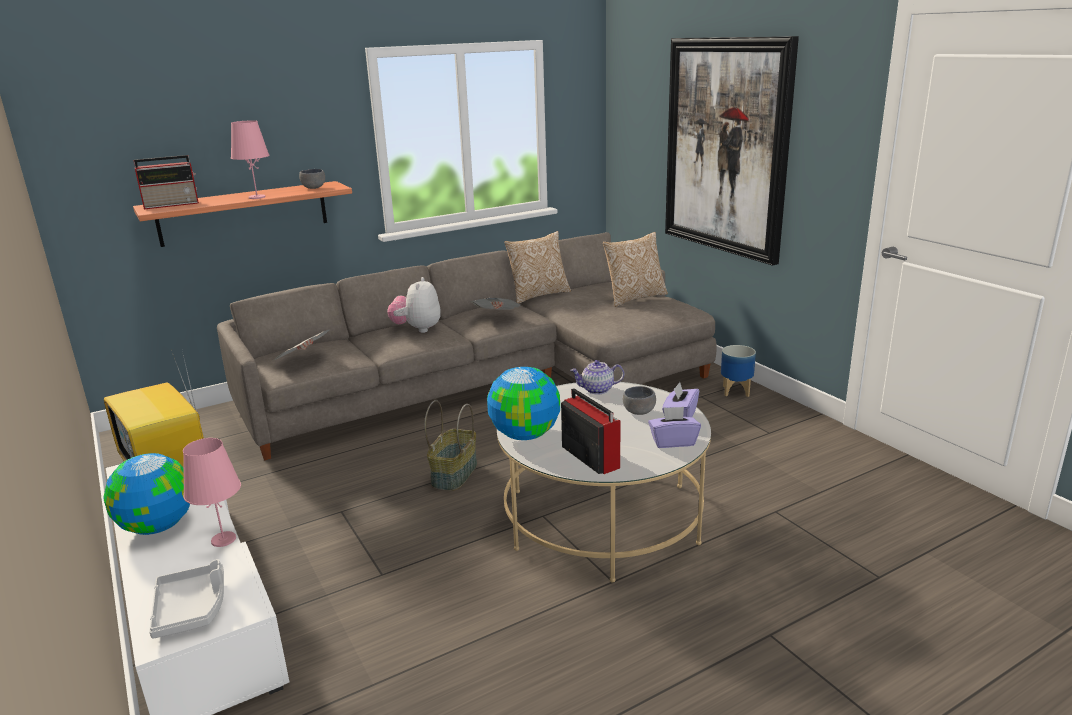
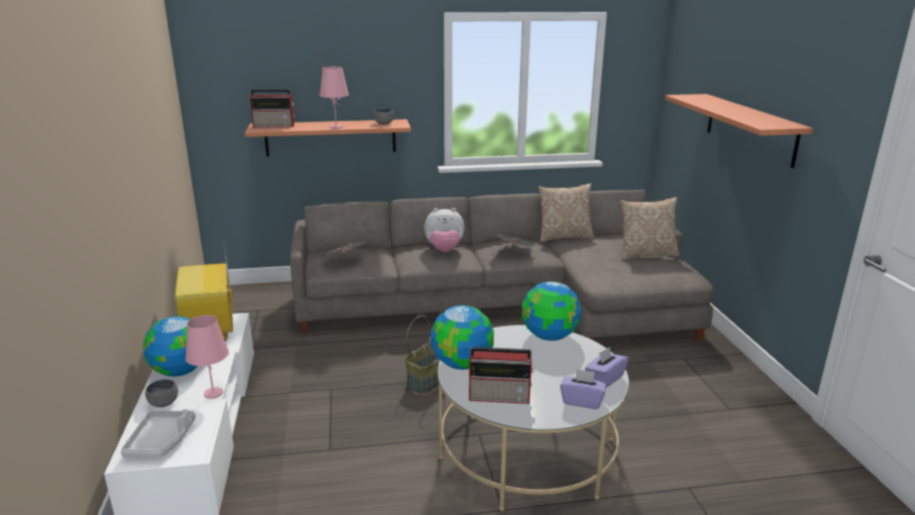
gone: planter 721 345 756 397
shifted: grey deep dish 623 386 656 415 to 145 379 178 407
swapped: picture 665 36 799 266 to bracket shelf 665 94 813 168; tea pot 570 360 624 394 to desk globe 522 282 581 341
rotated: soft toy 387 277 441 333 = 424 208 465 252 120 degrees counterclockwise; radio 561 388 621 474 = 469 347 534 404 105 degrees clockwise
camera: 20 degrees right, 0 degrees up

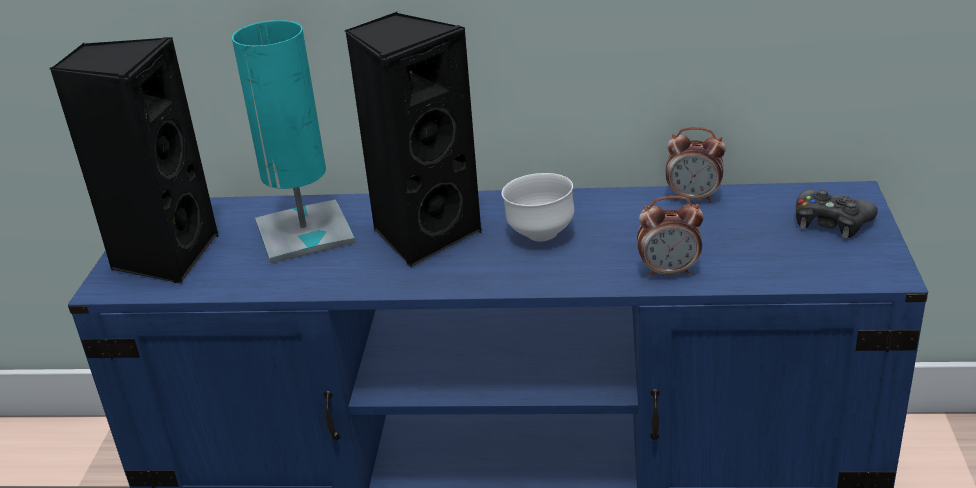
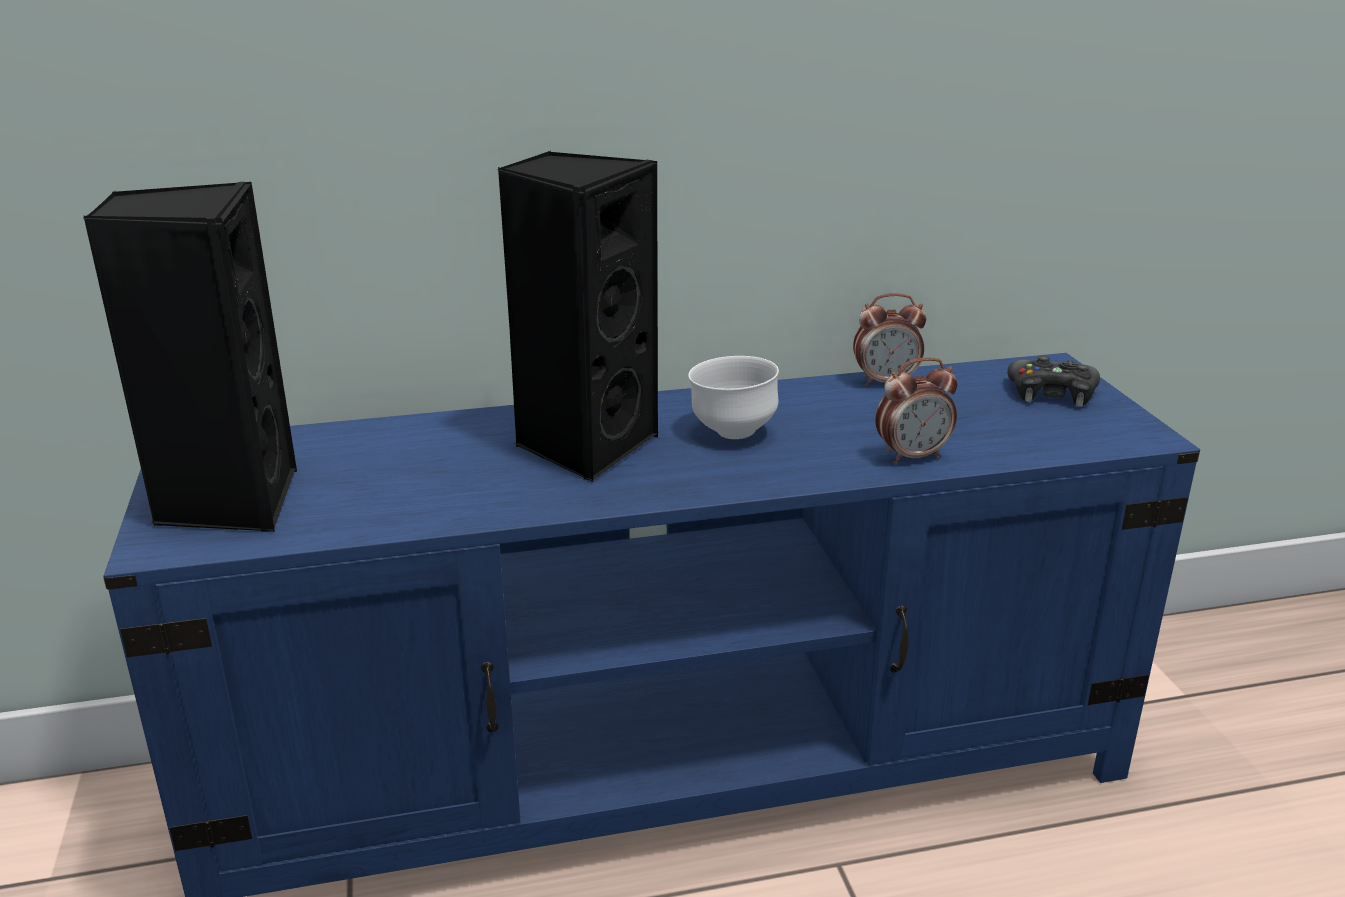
gone: turquoise lamp for a table 232 20 355 264
camera: 20 degrees left, 5 degrees down

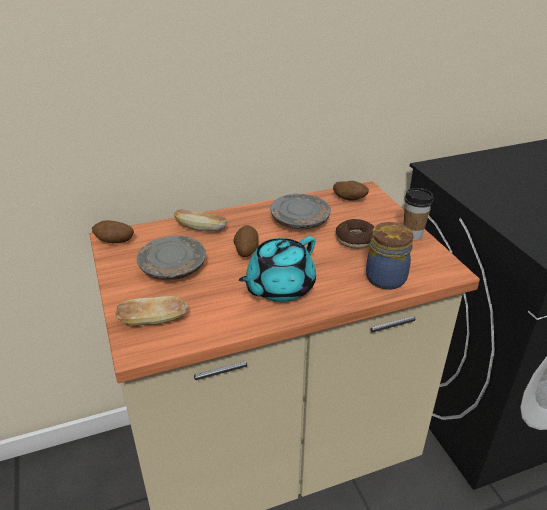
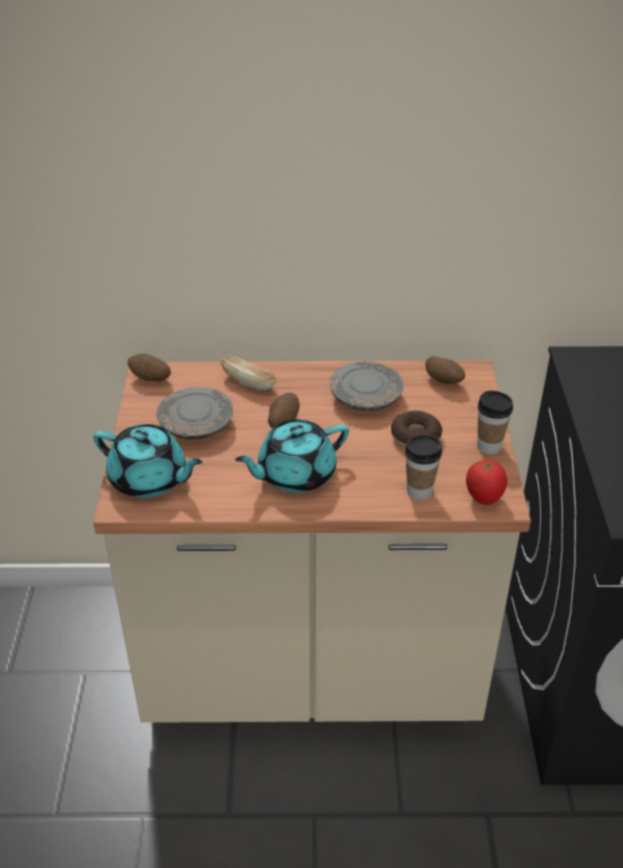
new: tomato 466 460 507 505
swapped: preserve jar 366 222 413 290 to small cup 405 435 442 500; bread 115 296 187 326 to turquoise tea pot 93 424 203 498
camera: 20 degrees right, 5 degrees up

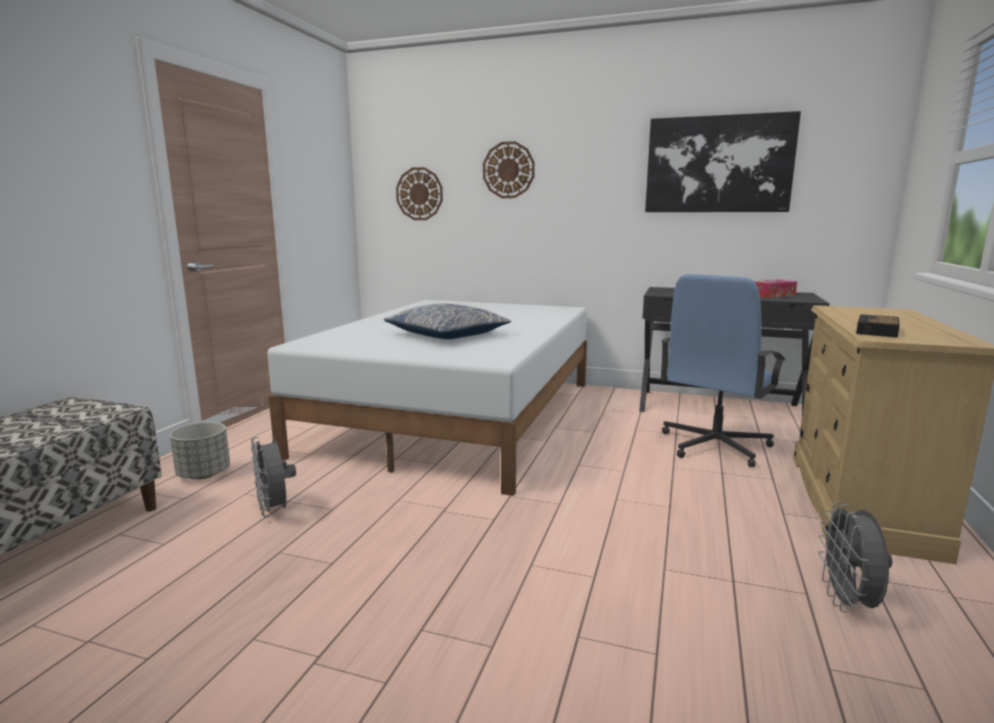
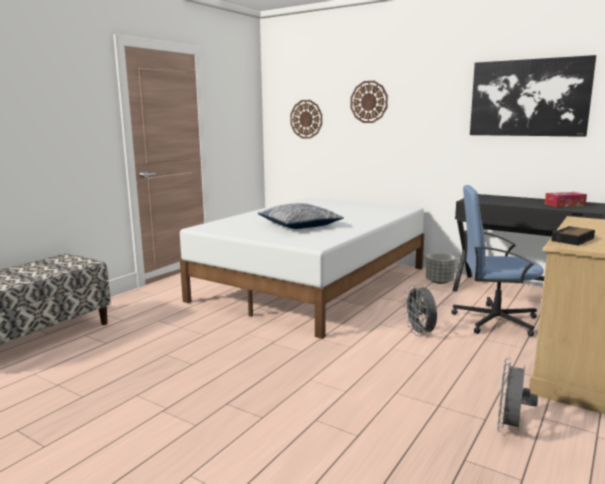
shifted: grey planter 170 422 230 479 to 426 253 455 284; grey cooling fan 251 437 296 518 to 403 285 437 336
rotated: bluish desk chair 660 274 785 467 = 451 185 544 337 45 degrees clockwise
camera: 15 degrees right, 0 degrees up

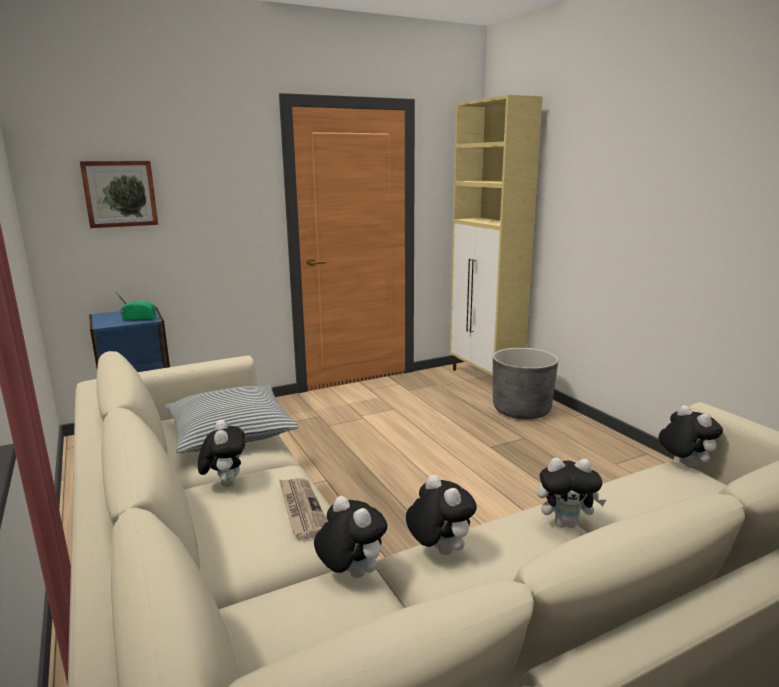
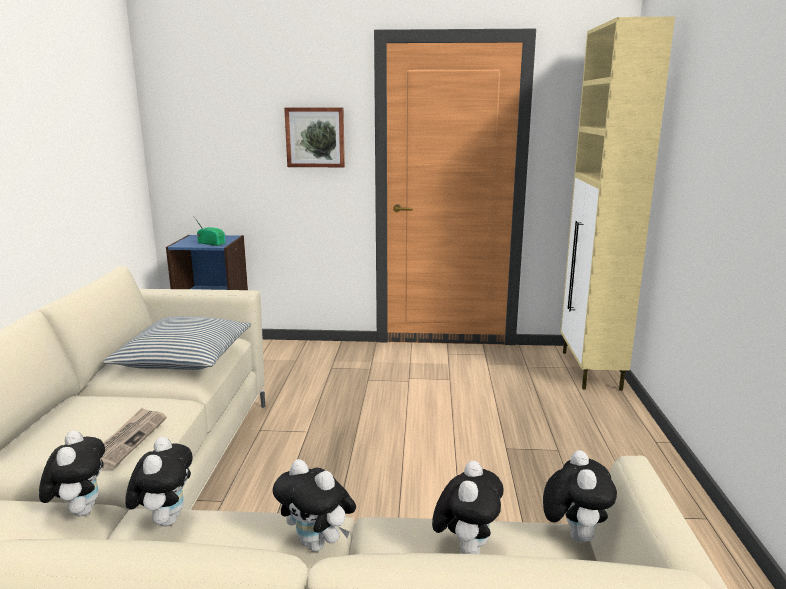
gone: grey planter 493 348 558 419
shifted: picture 80 161 158 228 to 284 107 345 167; soft toy 198 420 245 487 to 432 461 504 554
camera: 30 degrees right, 0 degrees up

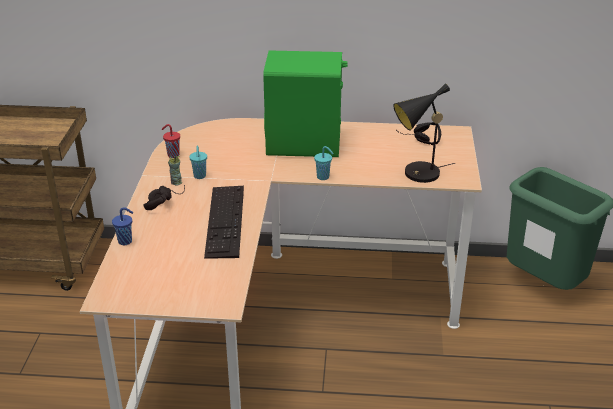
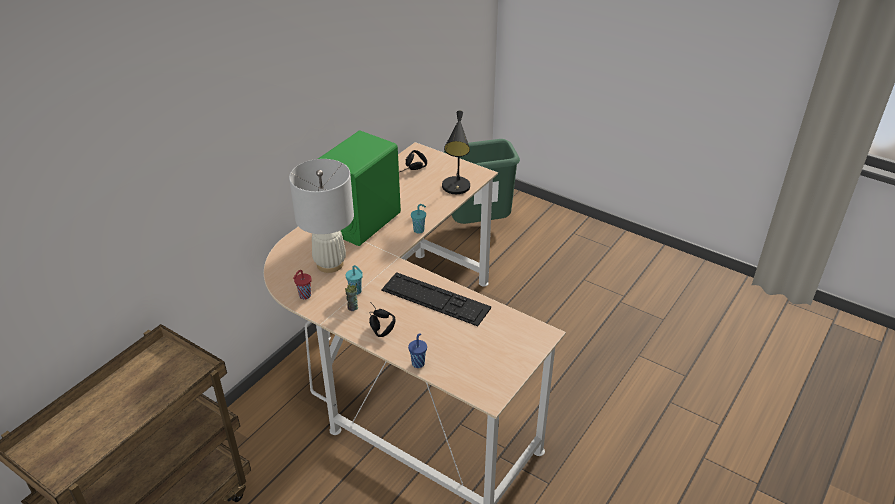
new: white-coloured lamp for a table 289 159 354 273
camera: 60 degrees left, 5 degrees up

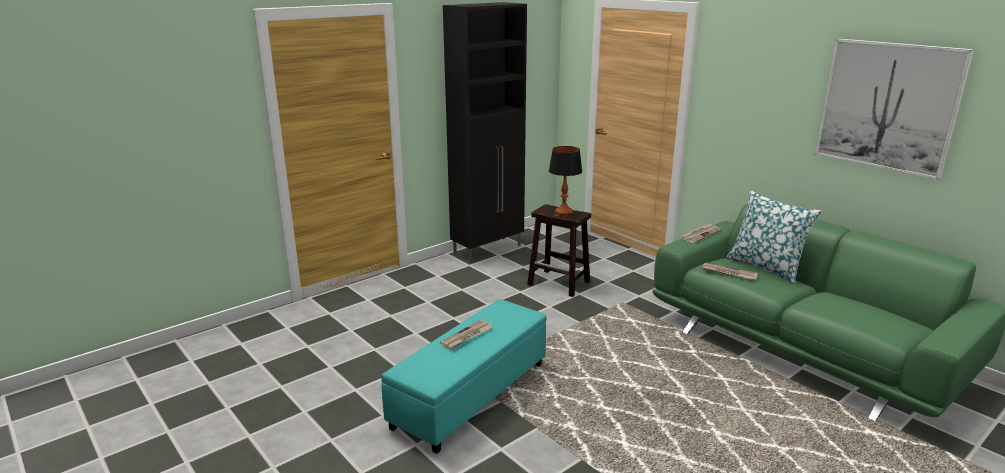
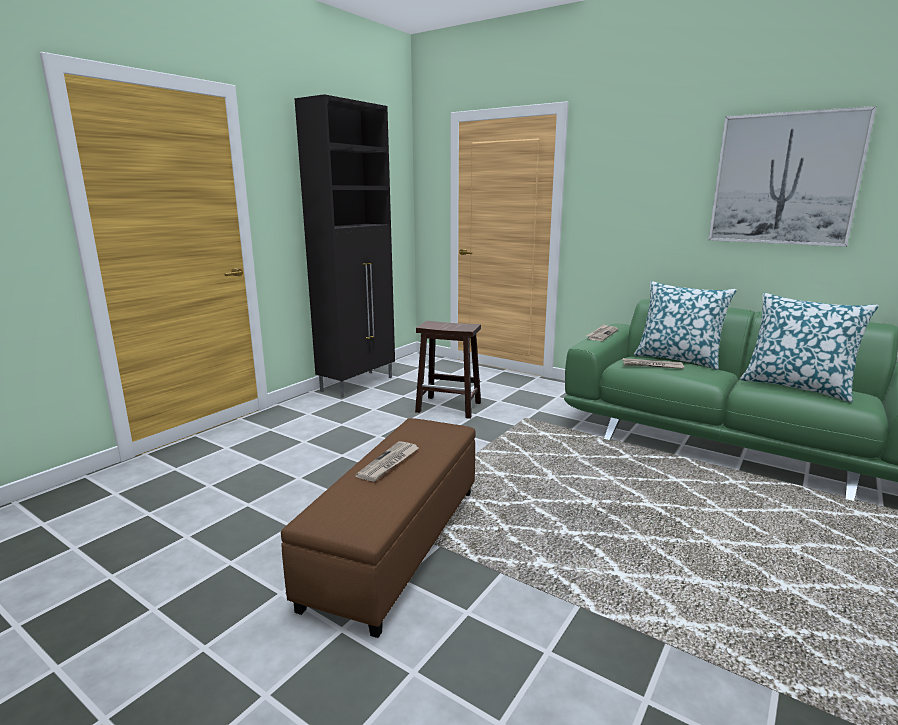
gone: lamp for a table 549 146 582 215
new: throw pillow 740 293 879 403
repainted: turquoise pouffe 381 299 546 454 to brown-coloured pouffe 281 418 475 638
camera: 15 degrees left, 5 degrees down

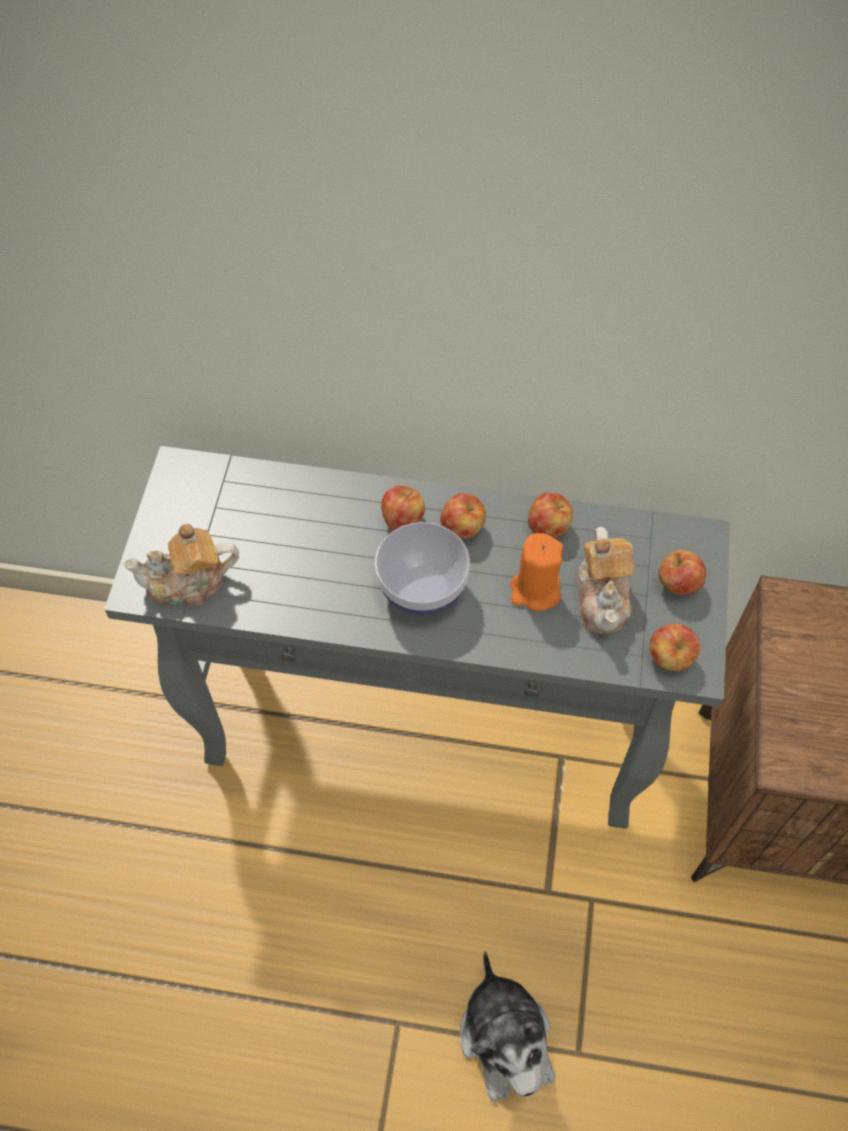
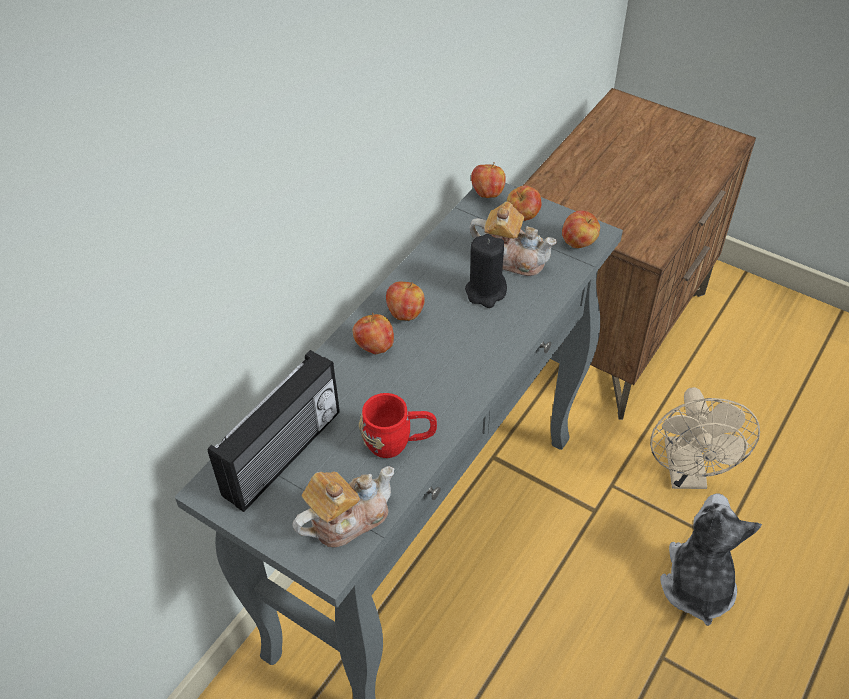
gone: deep dish 375 522 470 615
new: radio 208 350 340 512; beige-coloured cooling fan 650 387 760 489; reddish mug 359 393 437 458
shifted: whole apple 528 492 573 538 to 471 162 506 198
repainted: orange wax candle 510 533 563 611 to black wax candle 465 234 507 308
rotated: tea pot 122 524 239 606 = 293 466 395 547 135 degrees counterclockwise; soft toy 460 951 555 1102 = 660 493 762 626 90 degrees counterclockwise
camera: 65 degrees left, 10 degrees down

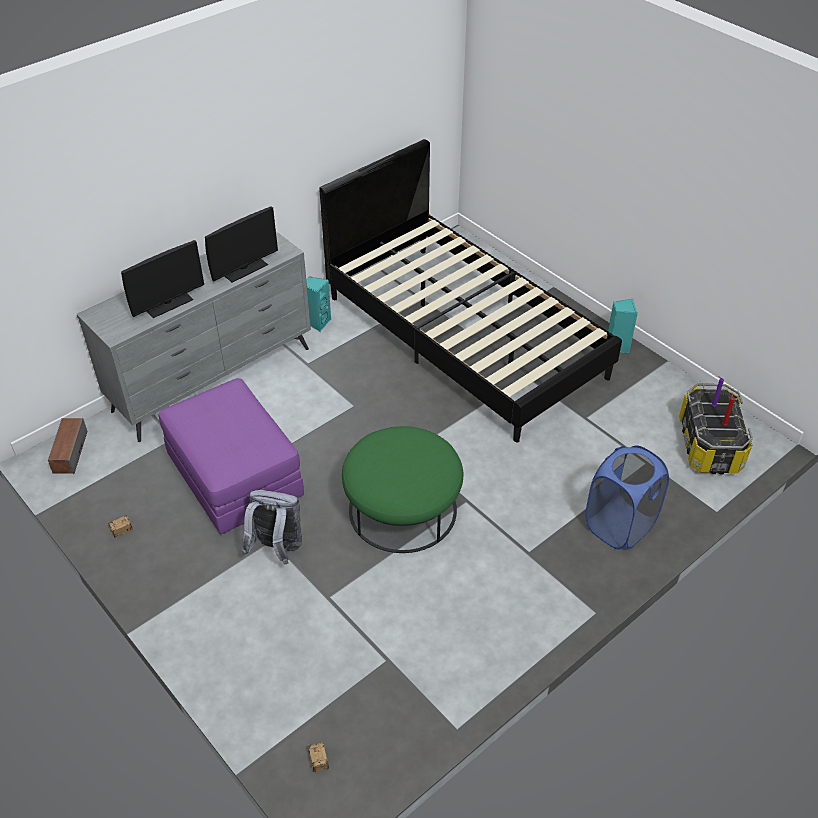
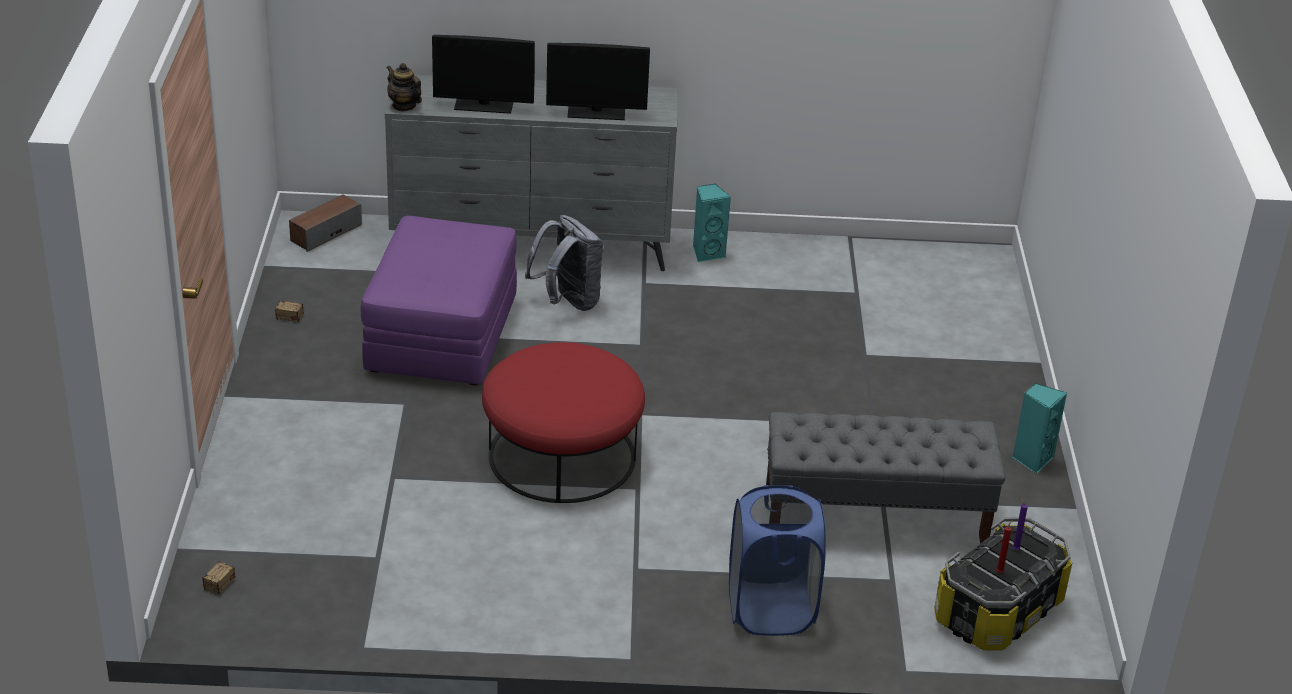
gone: black sleeping bed 319 139 622 443
new: tea pot 386 63 422 111; grey long seat 766 412 1005 544
shifted: grey knapsack 242 490 302 565 to 525 215 603 311
repainted: green pouffe 342 426 463 553 to reddish pouffe 482 342 645 503
camera: 40 degrees right, 10 degrees down

